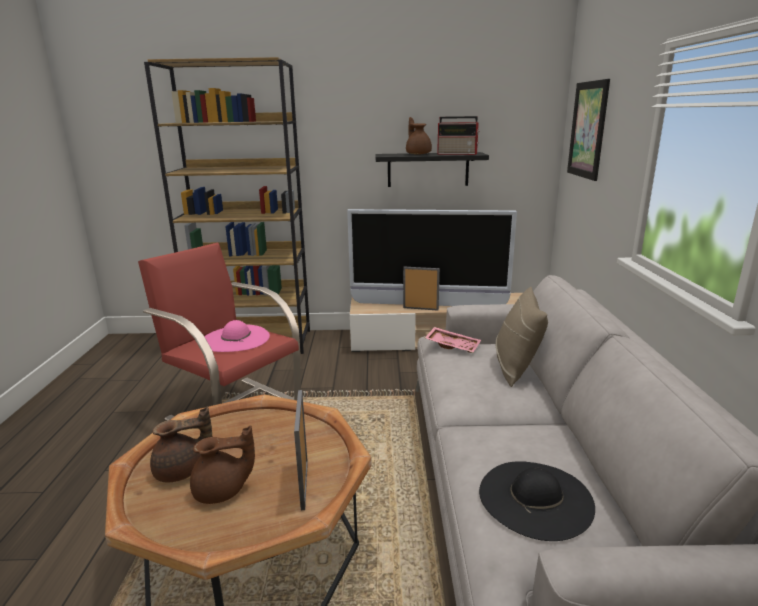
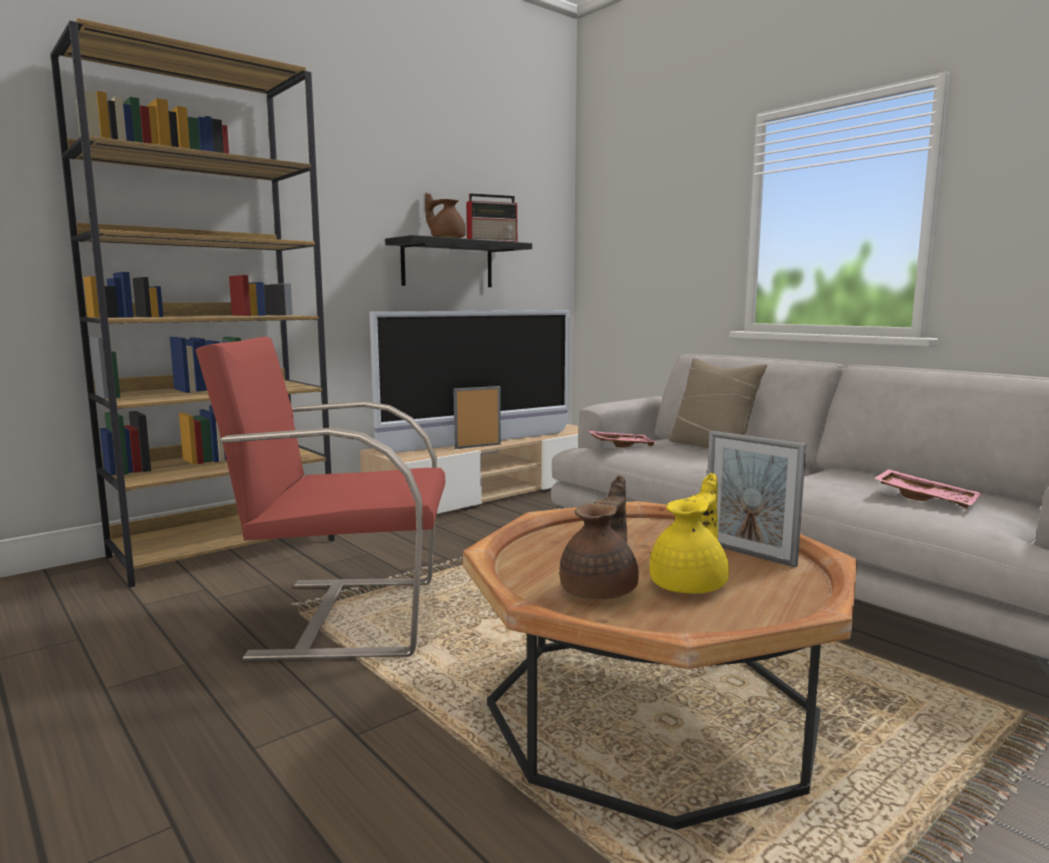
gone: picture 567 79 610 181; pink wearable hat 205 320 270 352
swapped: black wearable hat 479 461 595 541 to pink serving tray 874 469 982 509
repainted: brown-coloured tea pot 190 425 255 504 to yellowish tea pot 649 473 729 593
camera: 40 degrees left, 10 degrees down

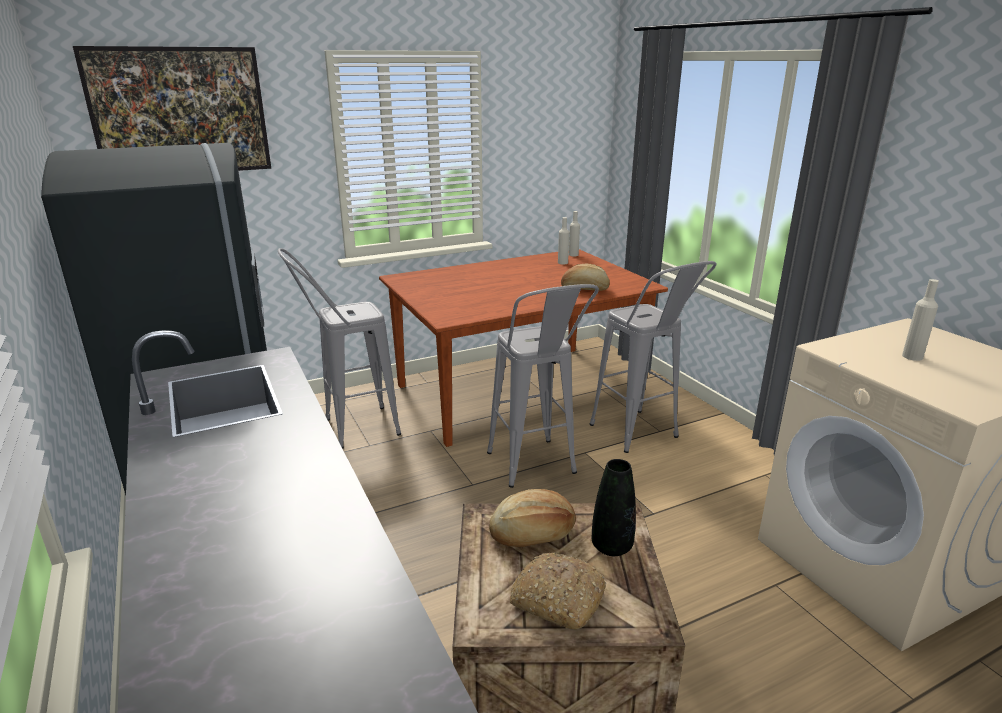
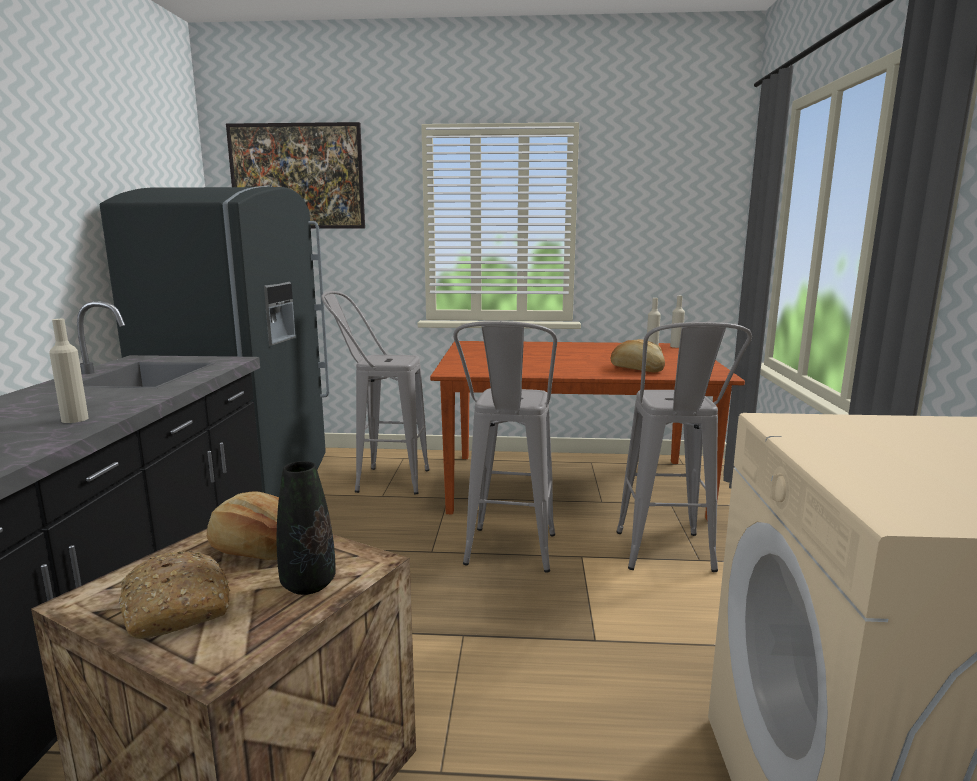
shifted: beige-coloured beverage bottle 902 279 939 361 to 49 319 89 423
camera: 30 degrees right, 10 degrees down

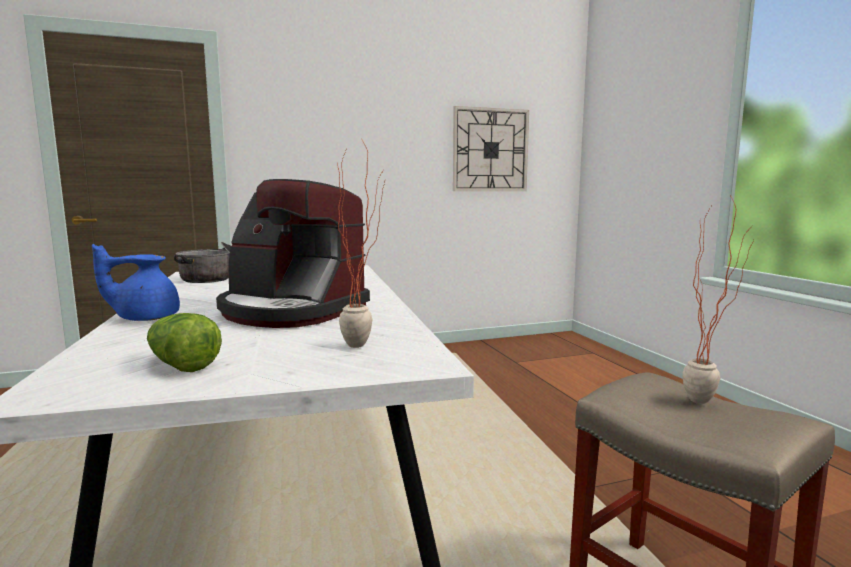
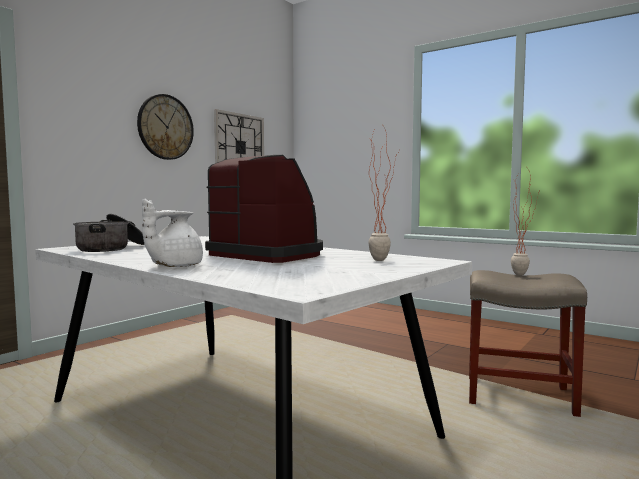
gone: head of lettuce 147 313 222 372
new: wall clock 137 94 194 160
repainted: bluish tea pot 92 244 180 321 to white-coloured tea pot 142 199 203 267
rotated: coffee brewer 216 179 370 328 = 205 155 323 263 135 degrees counterclockwise
camera: 35 degrees left, 5 degrees down

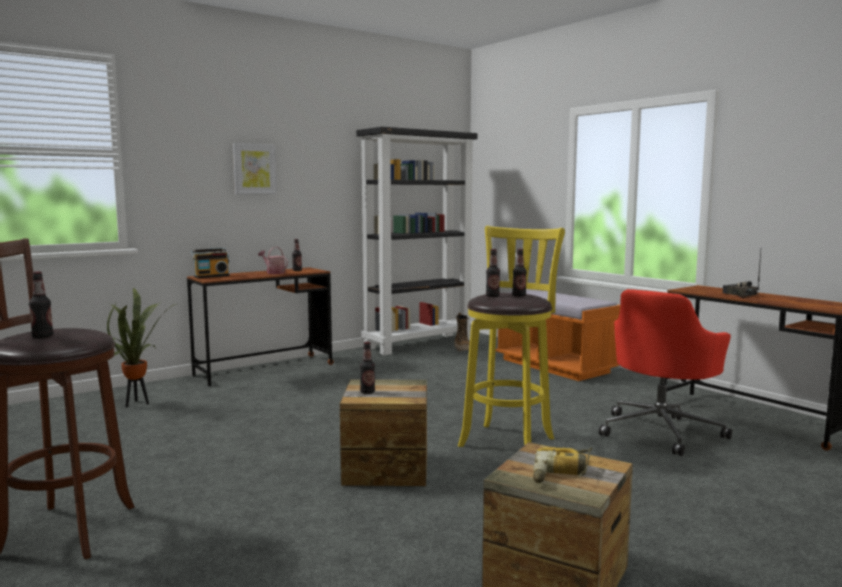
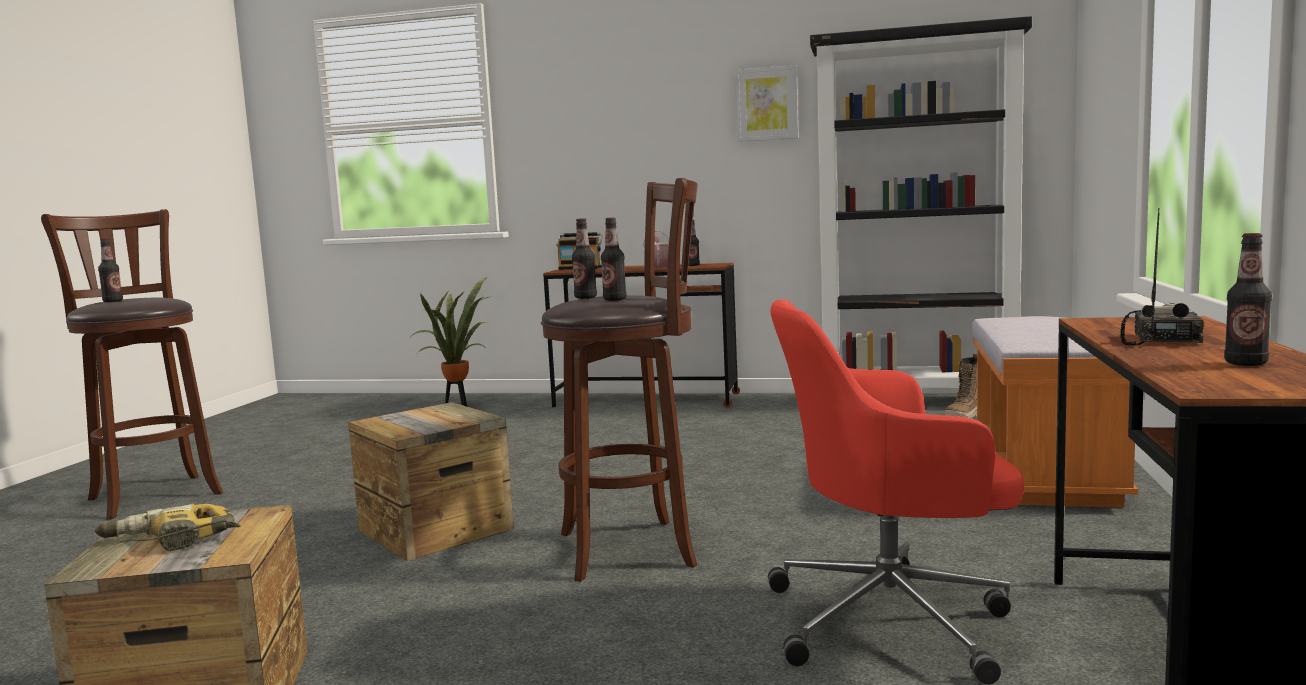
shifted: picture 233 143 277 194 to 735 65 799 142; beverage bottle 360 342 375 394 to 1224 233 1272 366
repainted: yellowish sitting stool 458 226 565 447 to brown-coloured sitting stool 541 178 698 582
camera: 50 degrees right, 0 degrees up

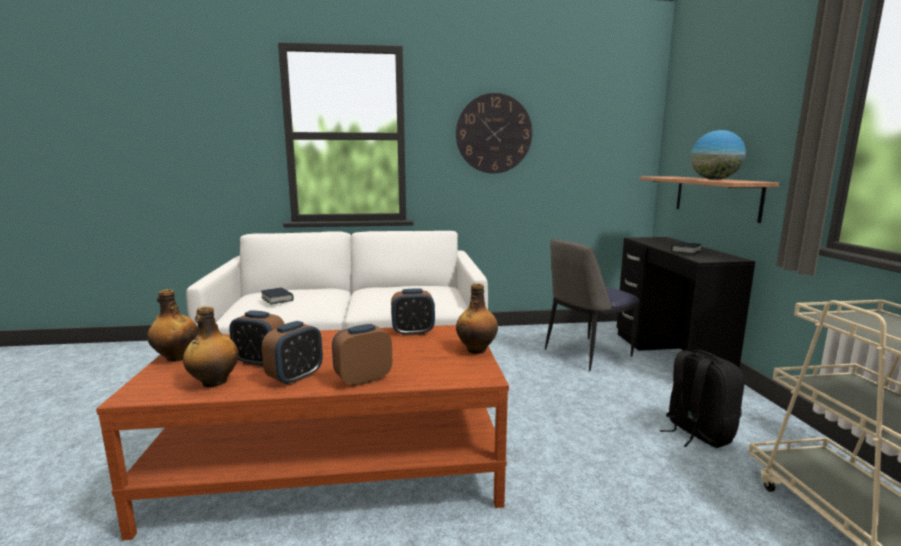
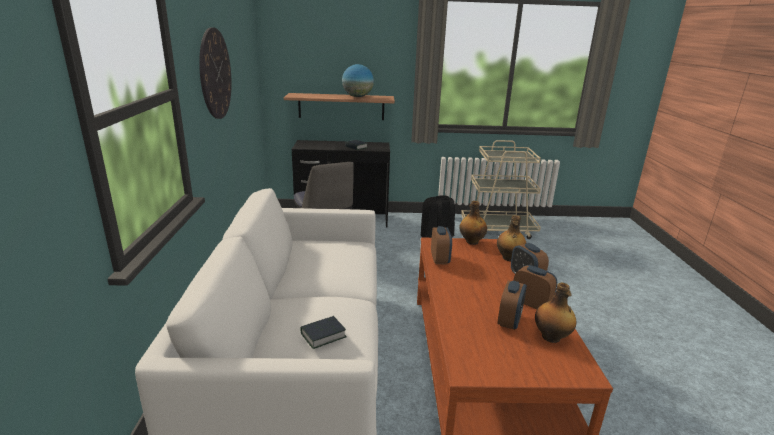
shifted: beverage bottle 147 289 198 362 to 497 215 526 261
camera: 85 degrees left, 10 degrees up

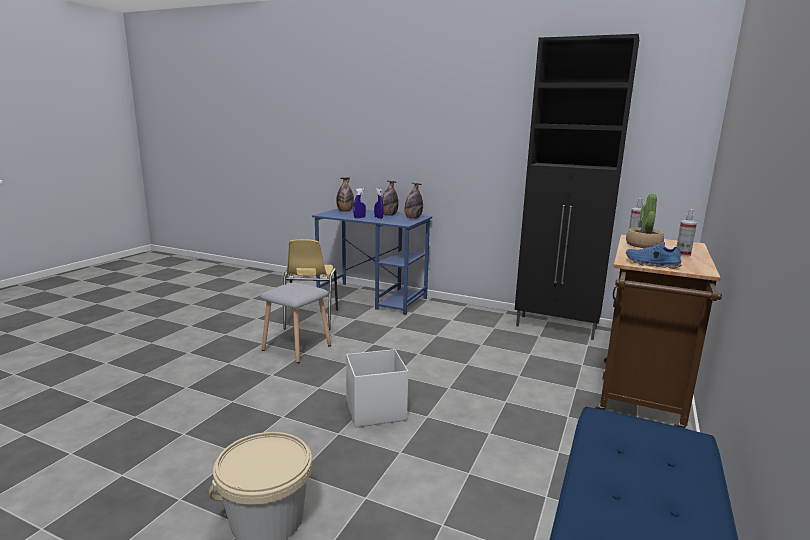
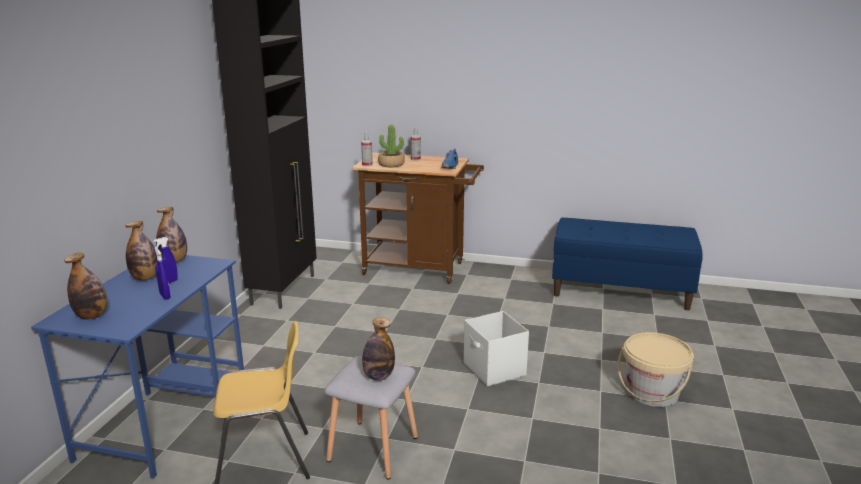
new: beverage bottle 362 317 395 380
camera: 100 degrees left, 5 degrees up

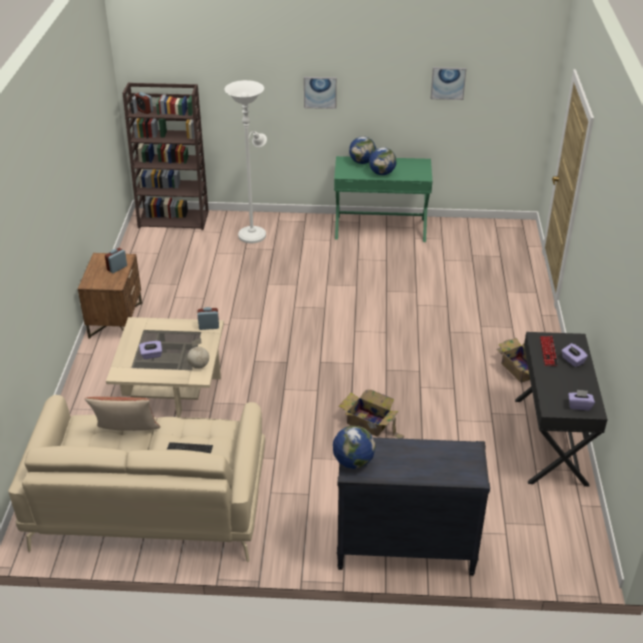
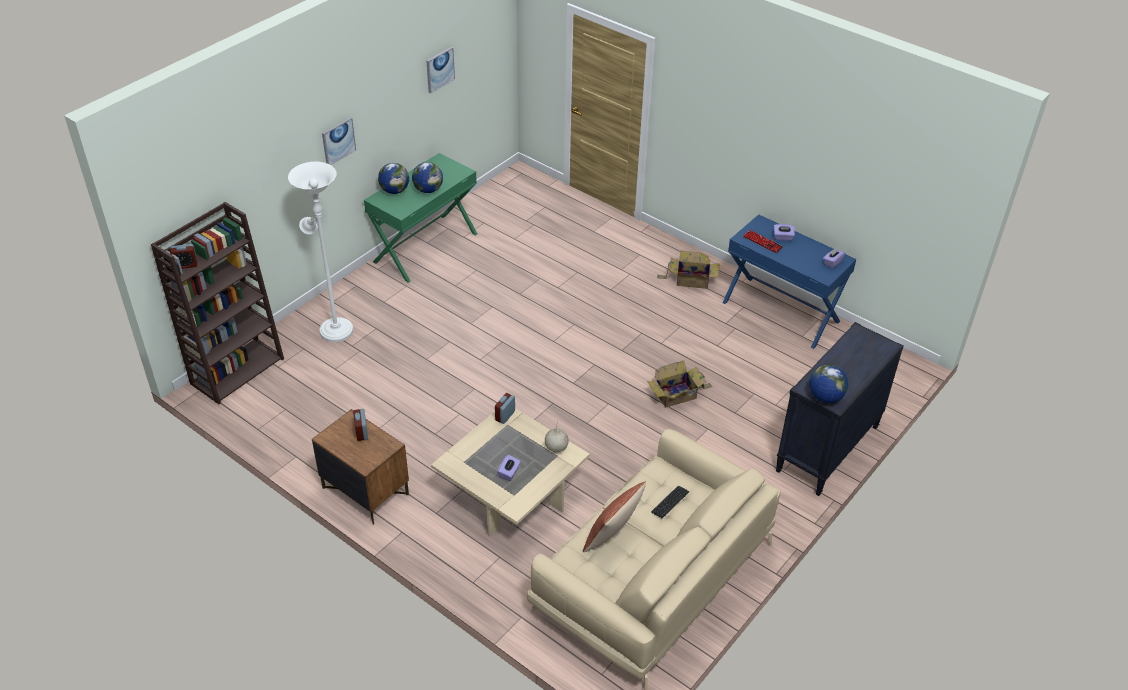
repainted: black desk table 515 332 608 486 to bluish desk table 722 214 856 349
camera: 55 degrees left, 5 degrees up

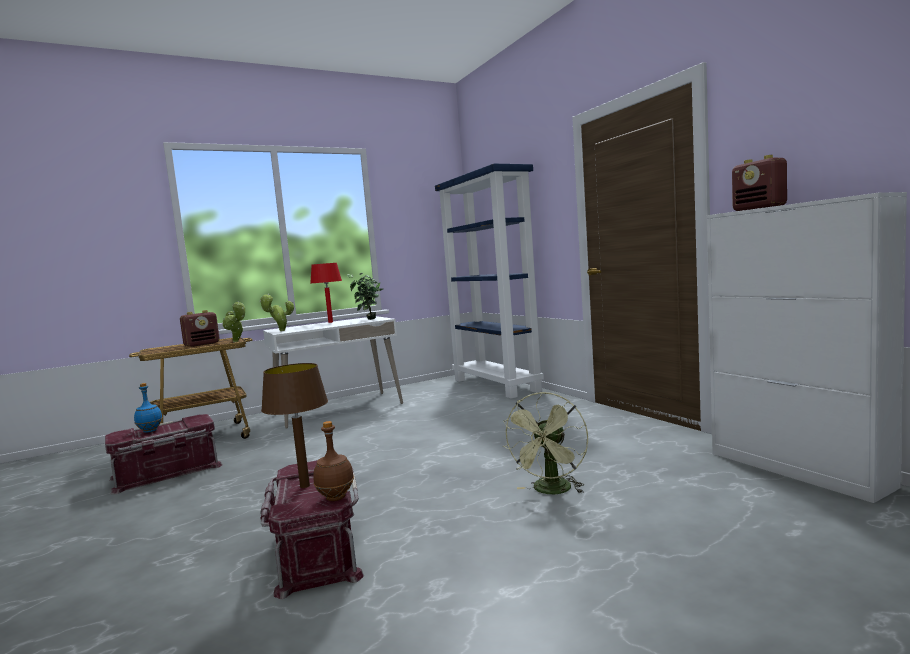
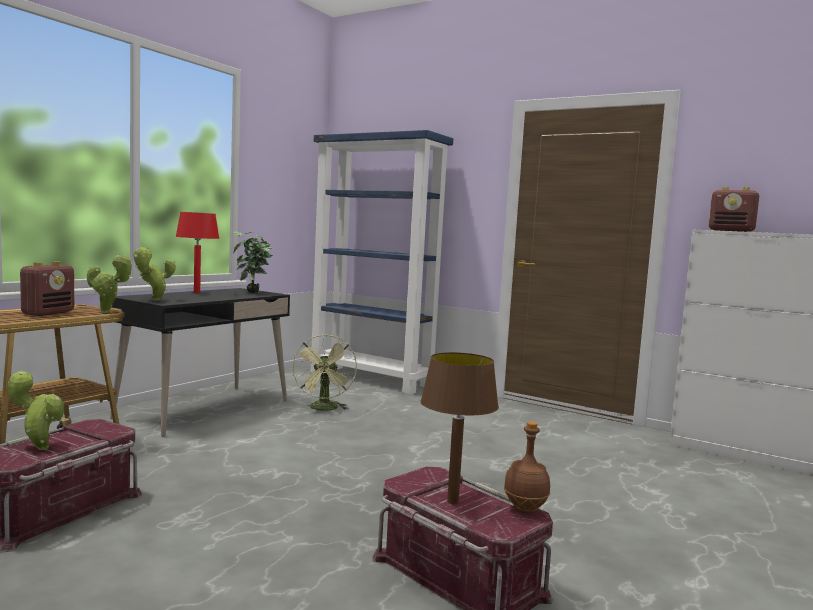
shifted: green cooling fan 502 392 588 494 to 293 335 357 411
swapped: bluish beverage bottle 134 383 163 433 to plant in a pot 8 371 64 450
repainted: white-coloured desk table 263 316 403 428 to black desk table 110 288 290 437
camera: 30 degrees left, 0 degrees up

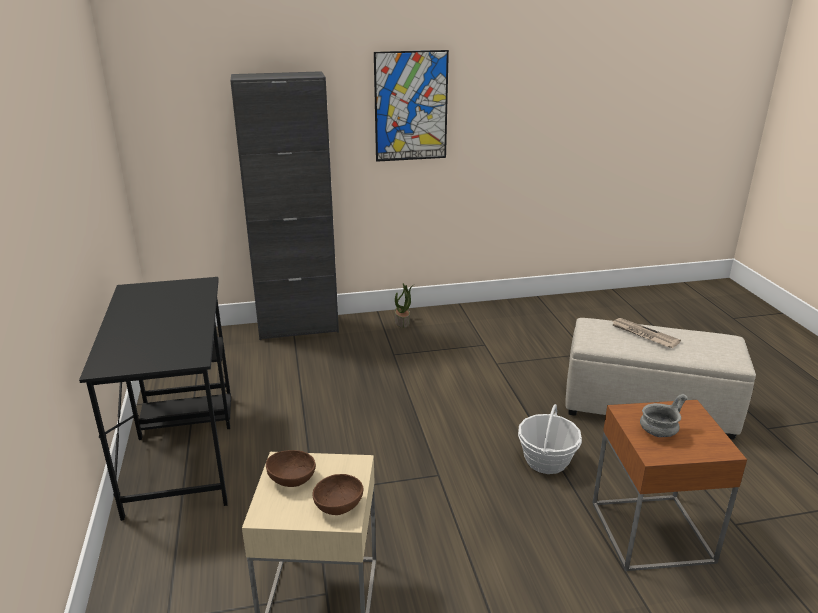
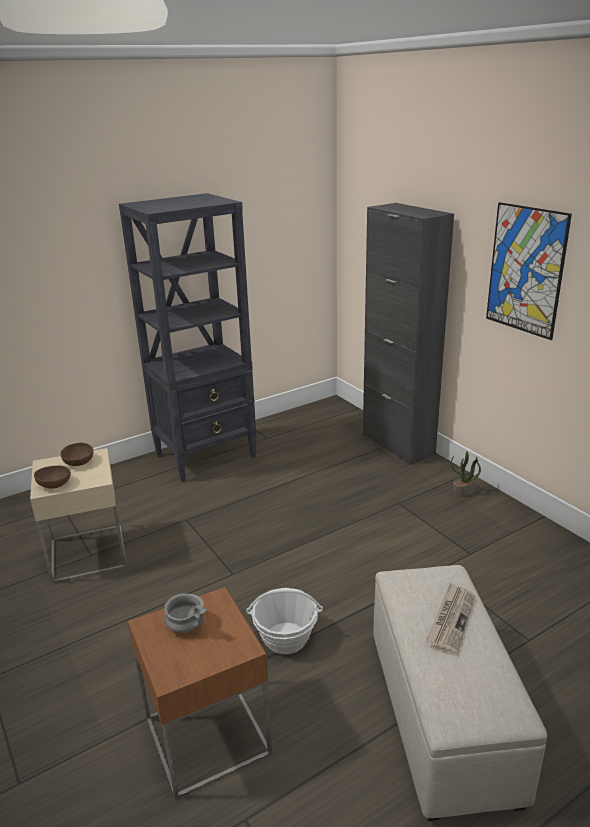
swapped: black desk table 79 277 231 521 to black bookcase 119 193 257 482
camera: 70 degrees right, 0 degrees up

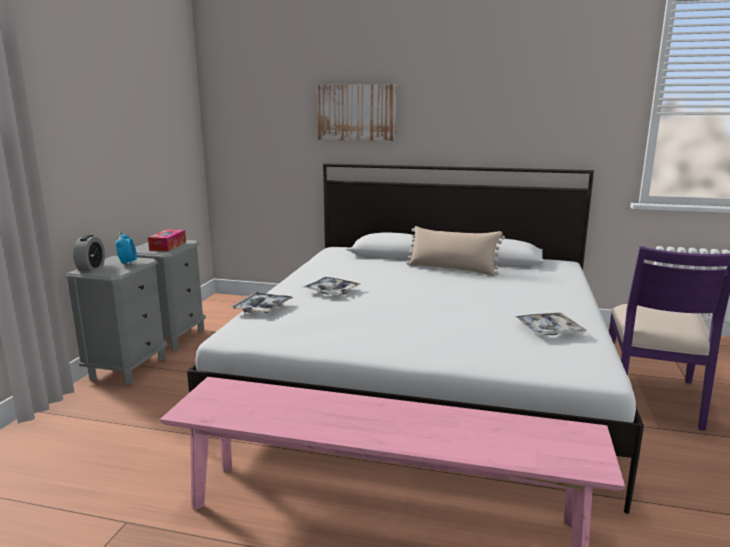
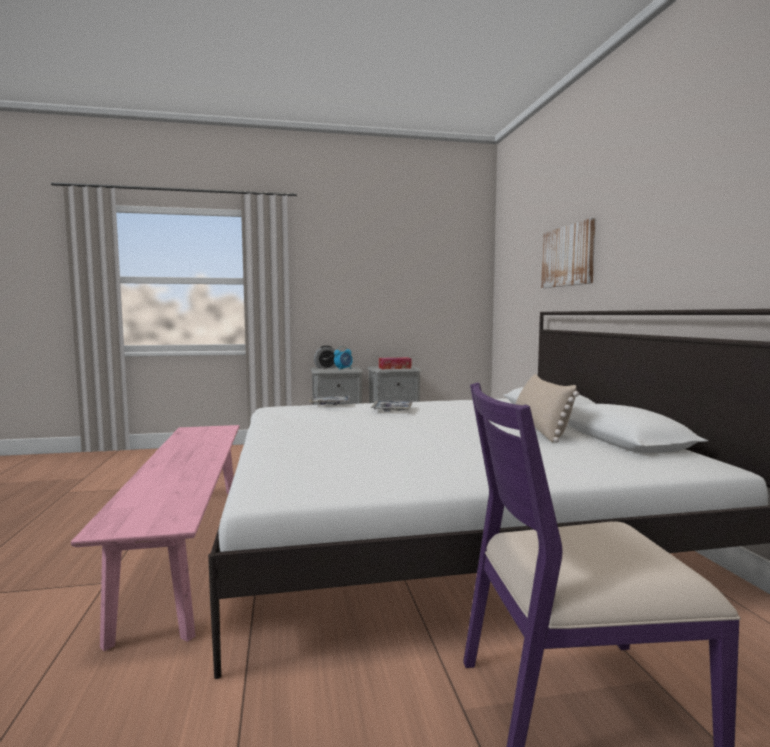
gone: serving tray 515 313 587 335
camera: 65 degrees right, 10 degrees down

